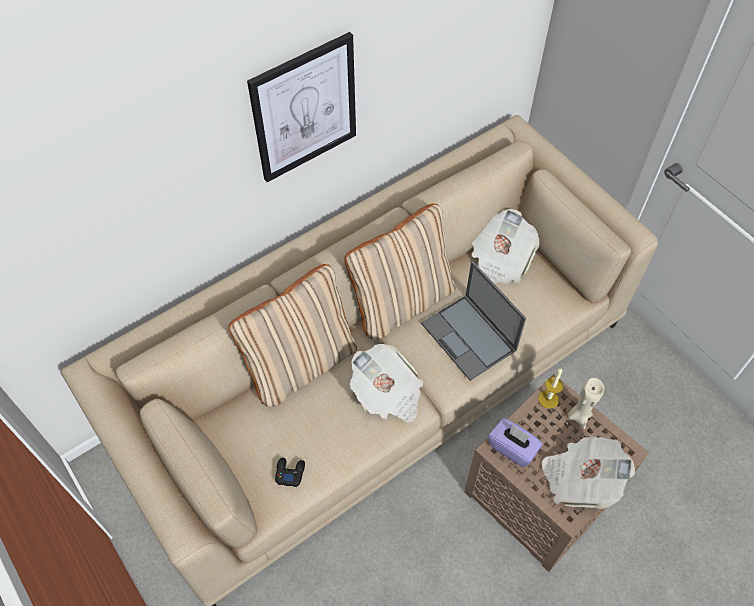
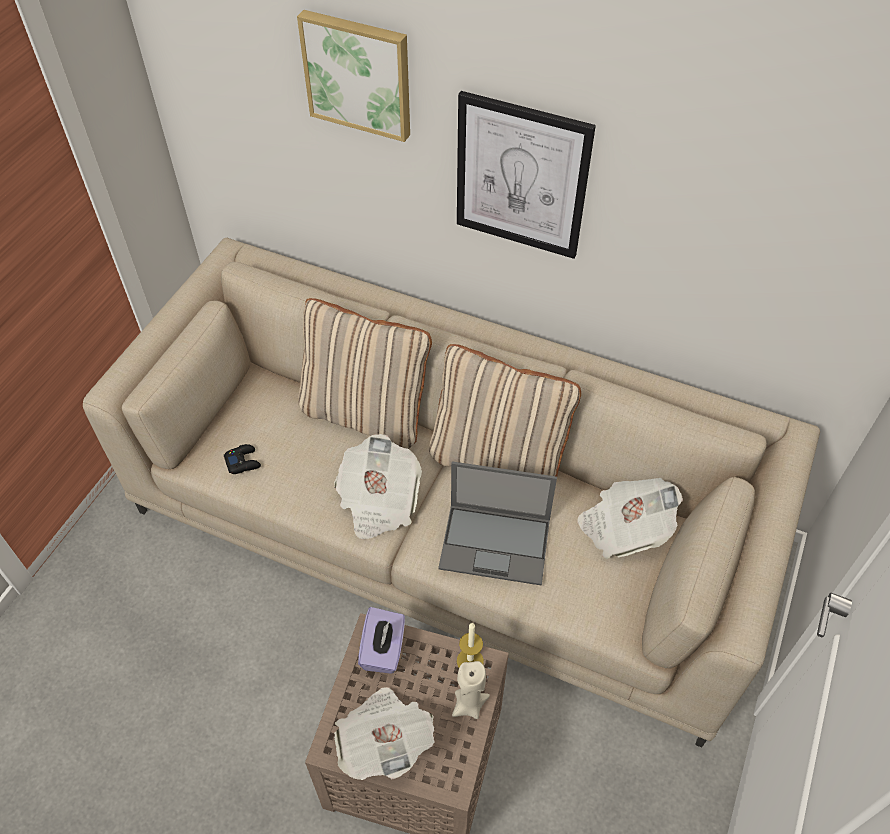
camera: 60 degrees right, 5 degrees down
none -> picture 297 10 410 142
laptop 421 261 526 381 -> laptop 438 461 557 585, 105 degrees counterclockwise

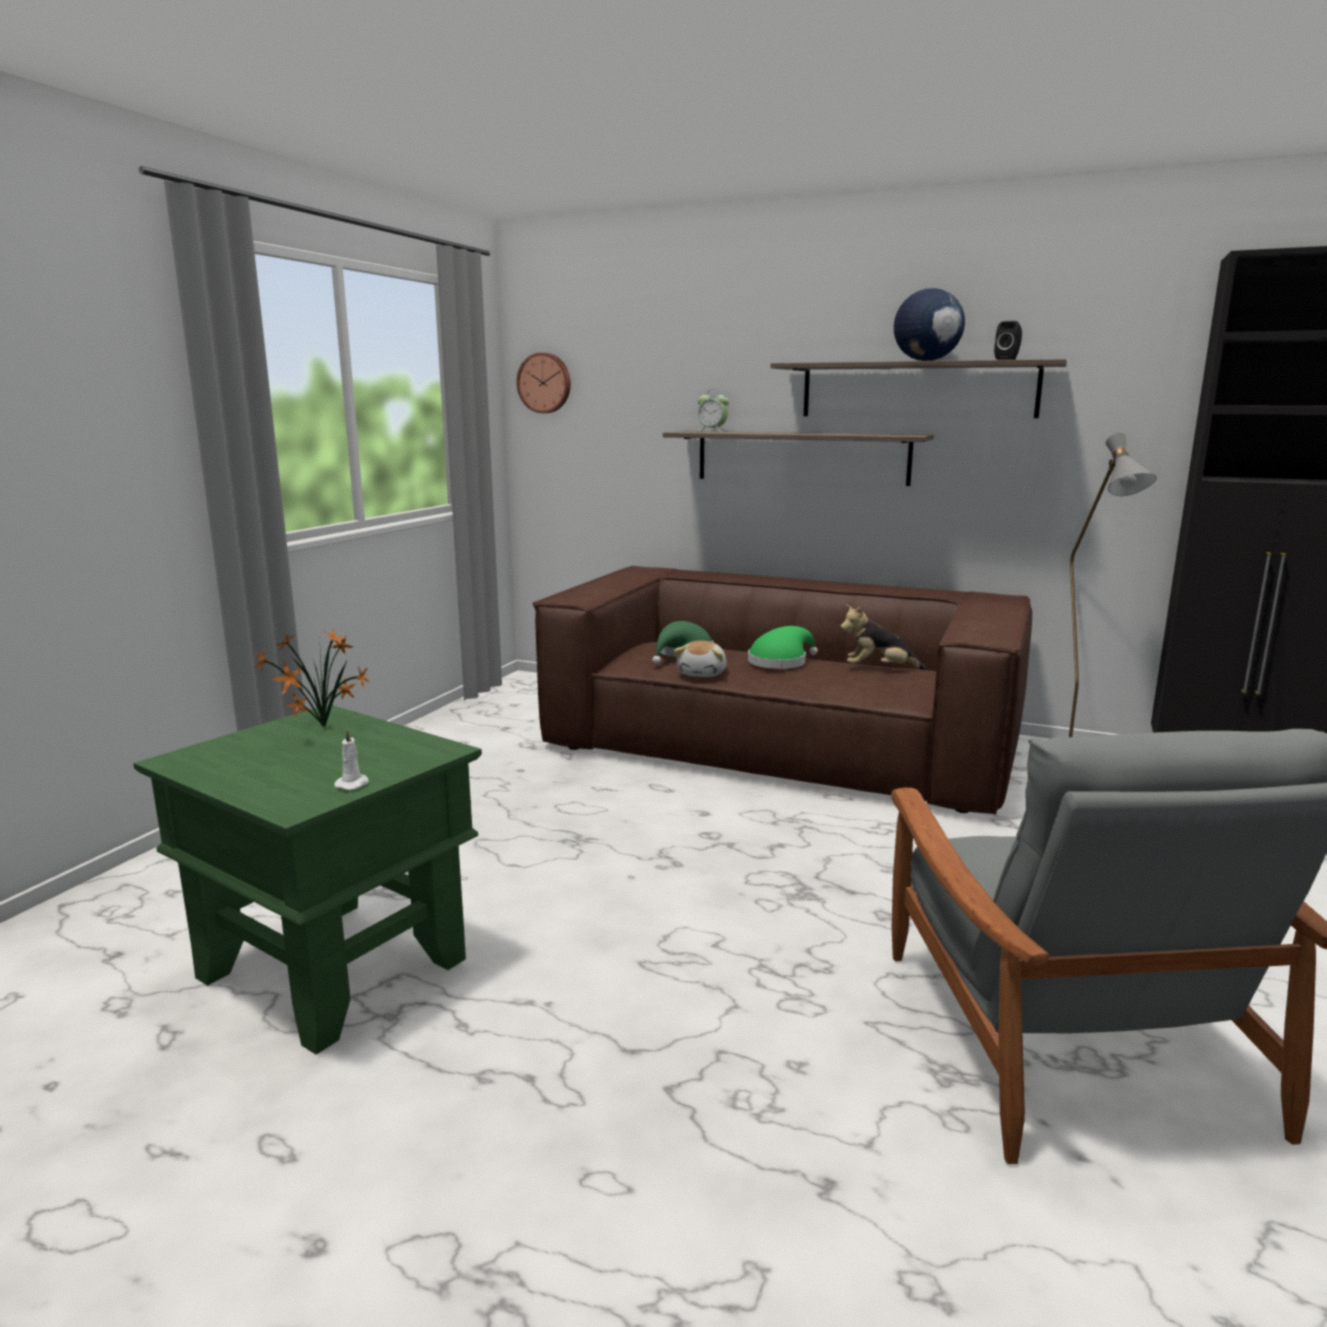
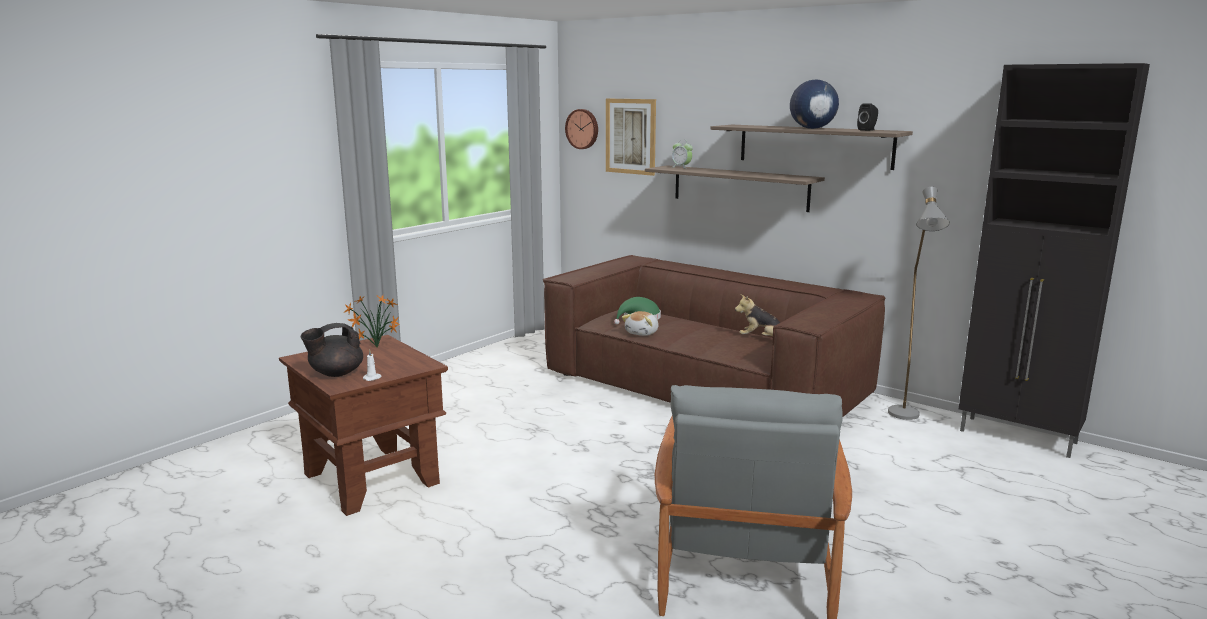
camera: 15 degrees right, 0 degrees up
hat in green 748 626 818 669 -> none
none -> teapot in black 301 323 363 377
none -> picture 606 99 656 176
side table in green 133 704 482 1055 -> side table in brown 279 335 448 516

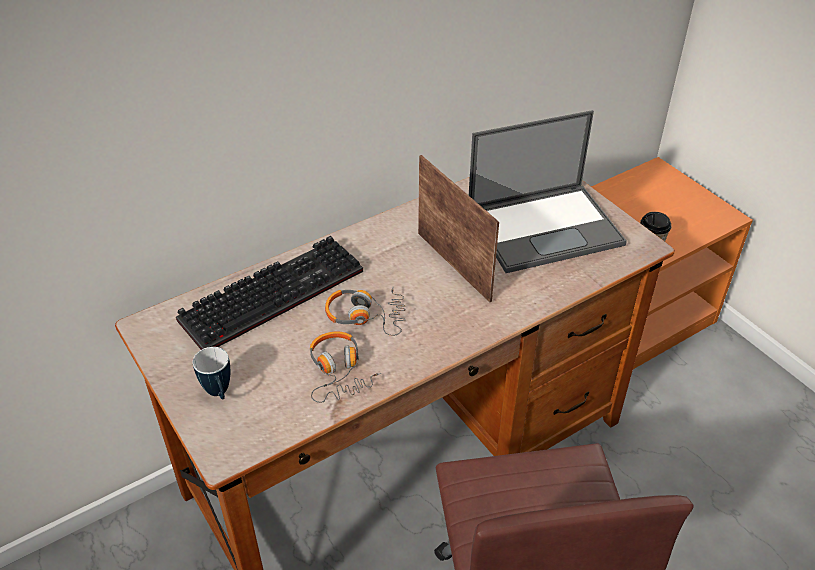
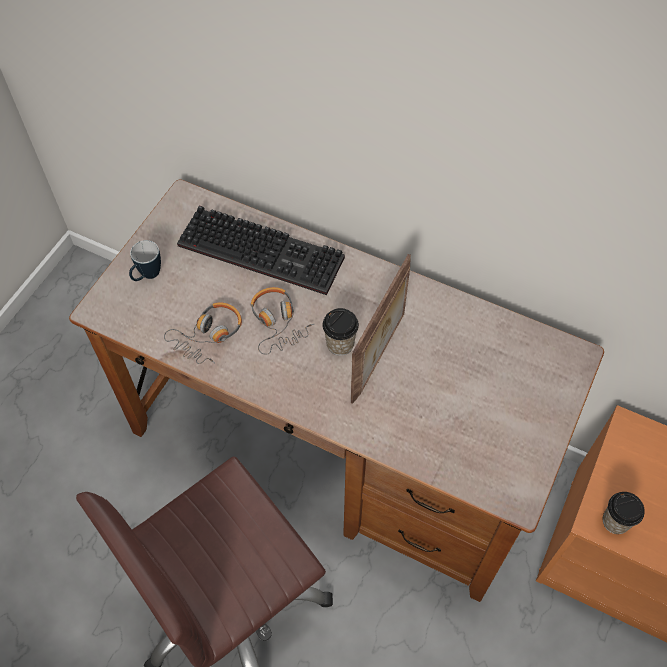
camera: 60 degrees right, 15 degrees up
laptop 469 110 627 273 -> none
none -> cup 322 308 359 356

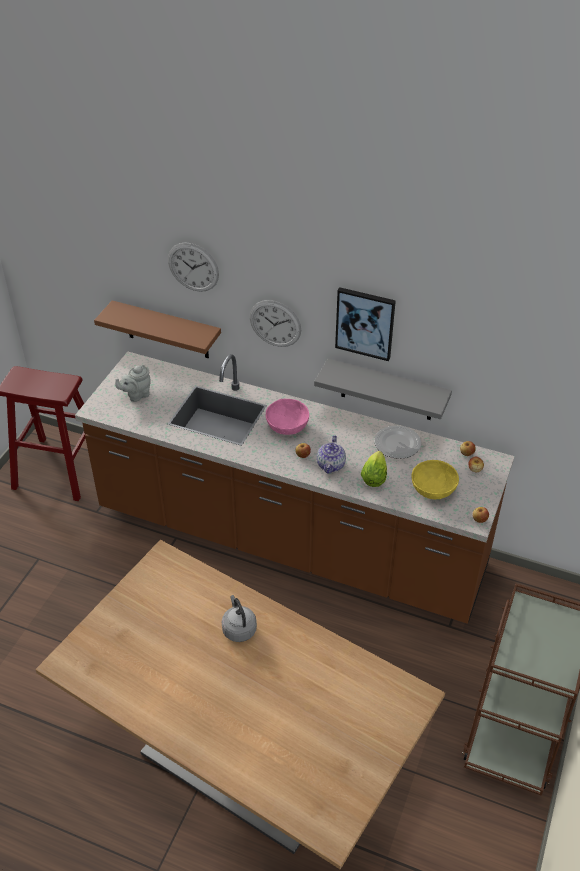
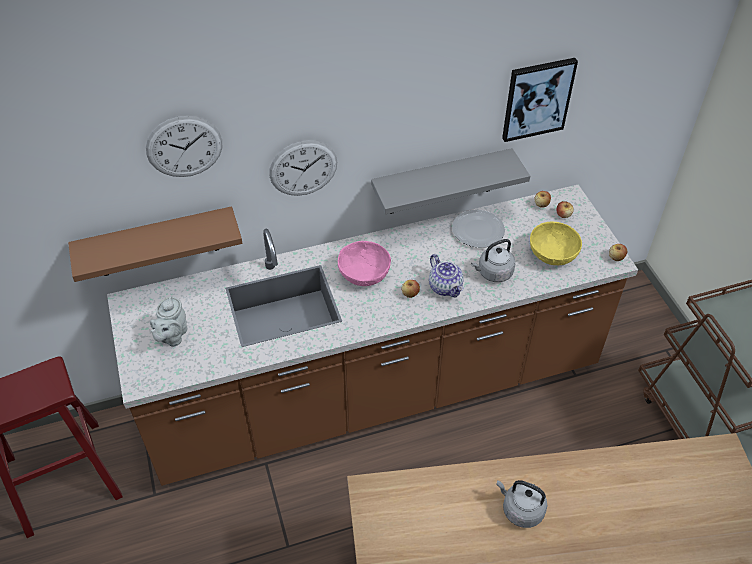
camera: 40 degrees left, 5 degrees up
picture 335 287 396 361 -> picture 502 58 578 142, move
lettuce 361 451 387 487 -> kettle in grey 471 239 515 282

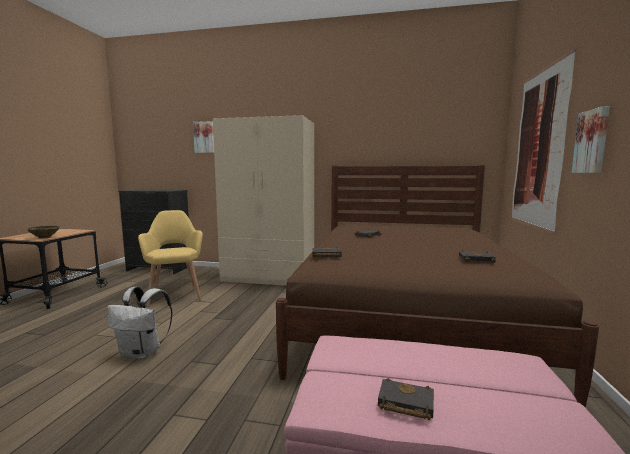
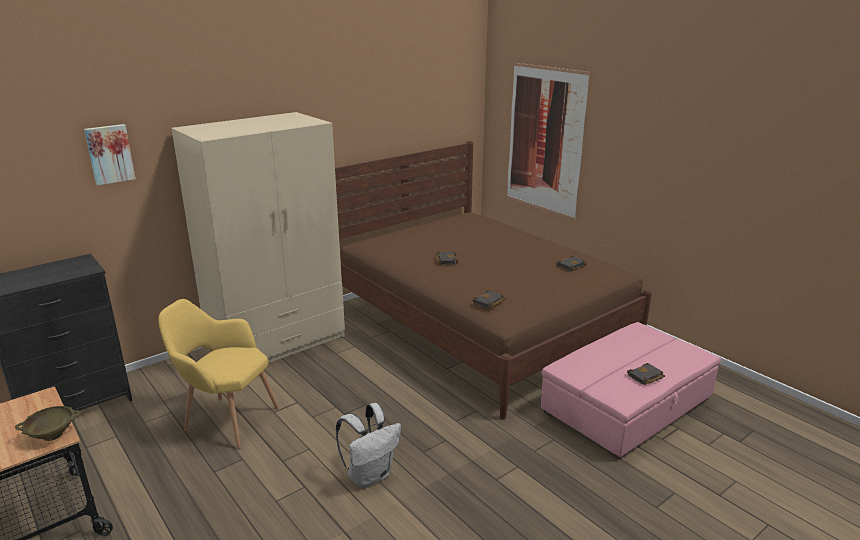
camera: 50 degrees left, 15 degrees up
picture 572 106 610 173 -> none

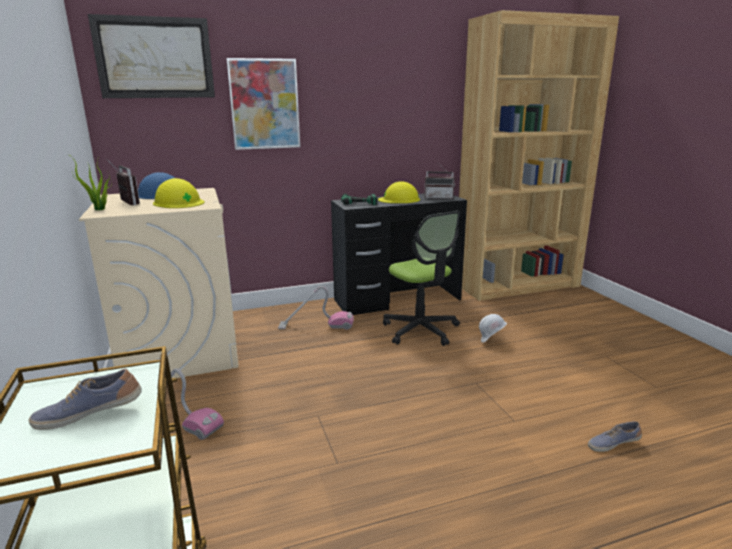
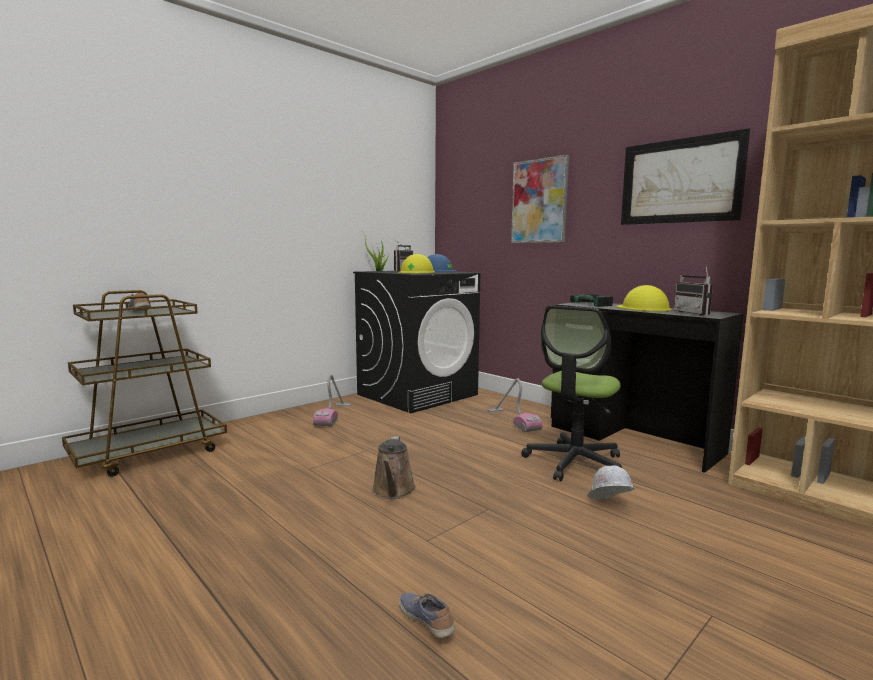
camera: 65 degrees right, 10 degrees down
none -> watering can in brown 372 436 416 499
picture 88 14 215 98 -> picture 621 128 750 225, move
washing machine in beige 79 188 239 378 -> washing machine in black 353 271 480 413

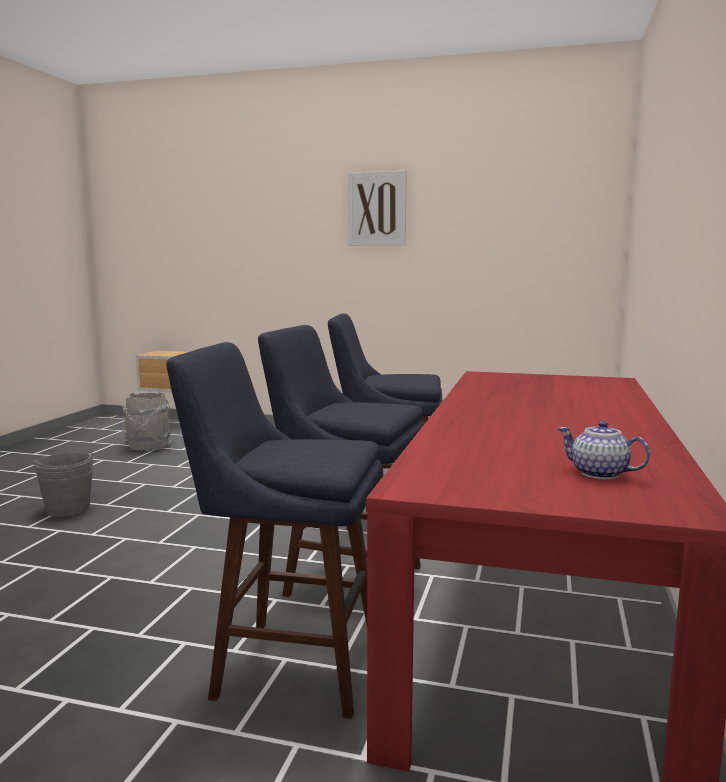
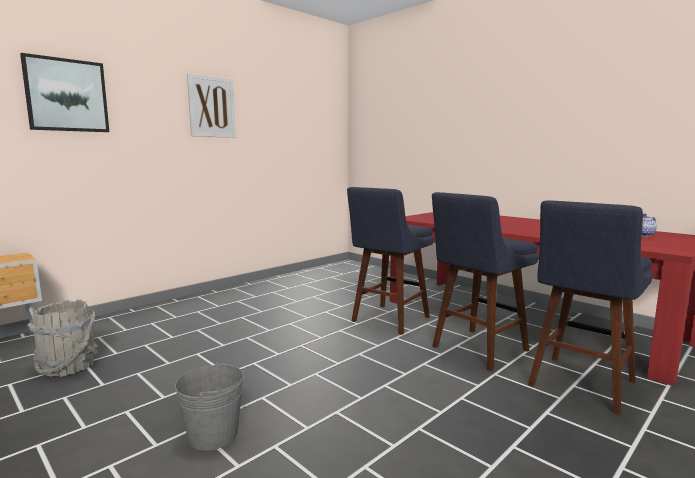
camera: 60 degrees left, 0 degrees up
none -> picture 20 53 109 132

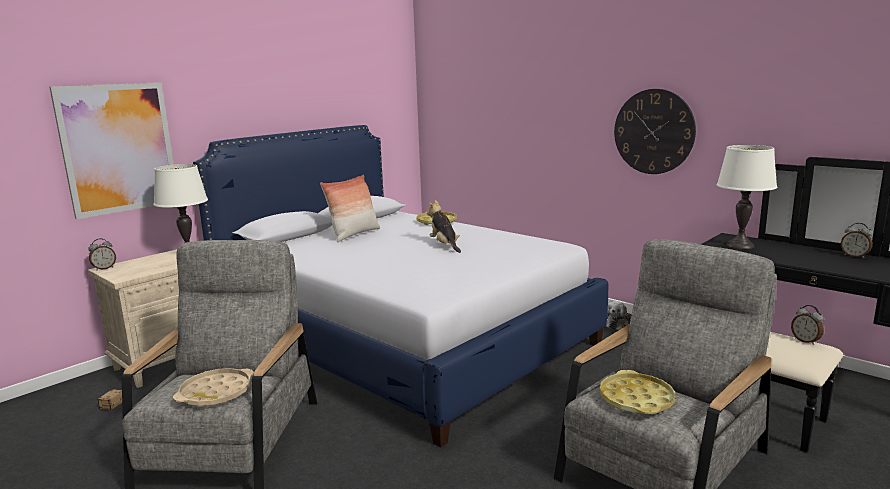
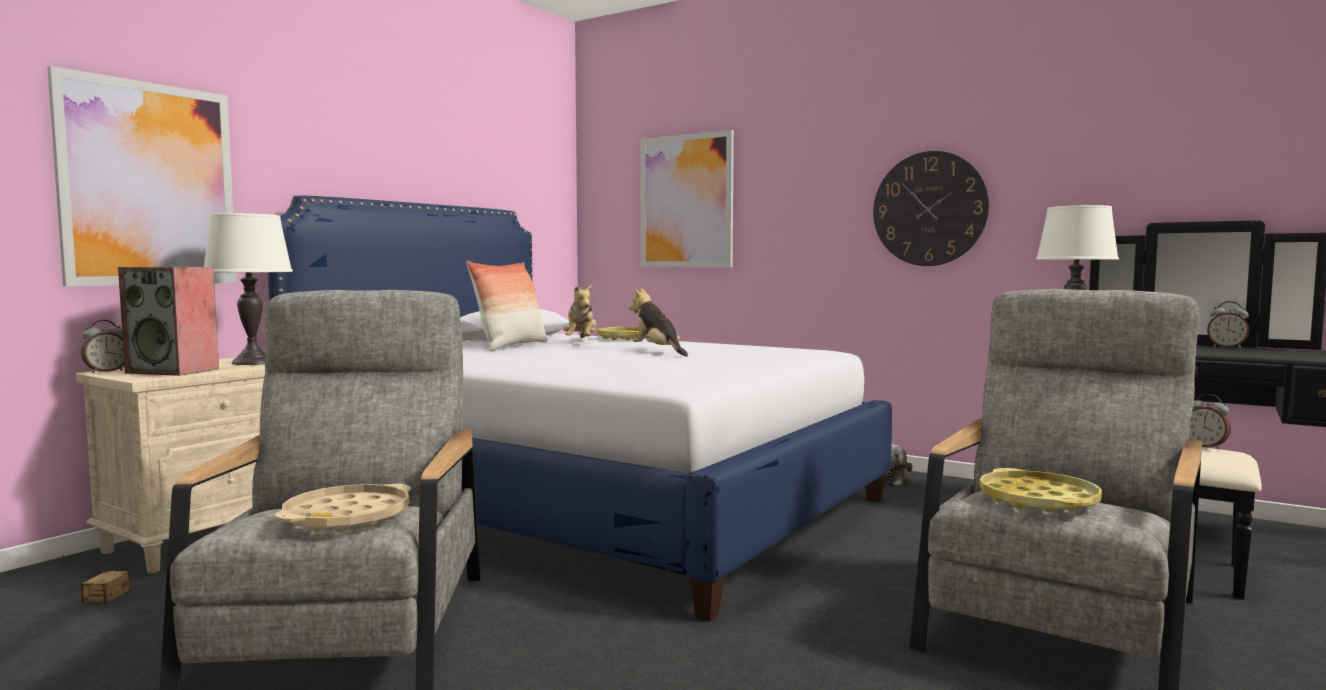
camera: 10 degrees left, 10 degrees down
none -> speaker 118 267 219 376
none -> plush toy 563 284 597 338
none -> picture 640 130 734 267

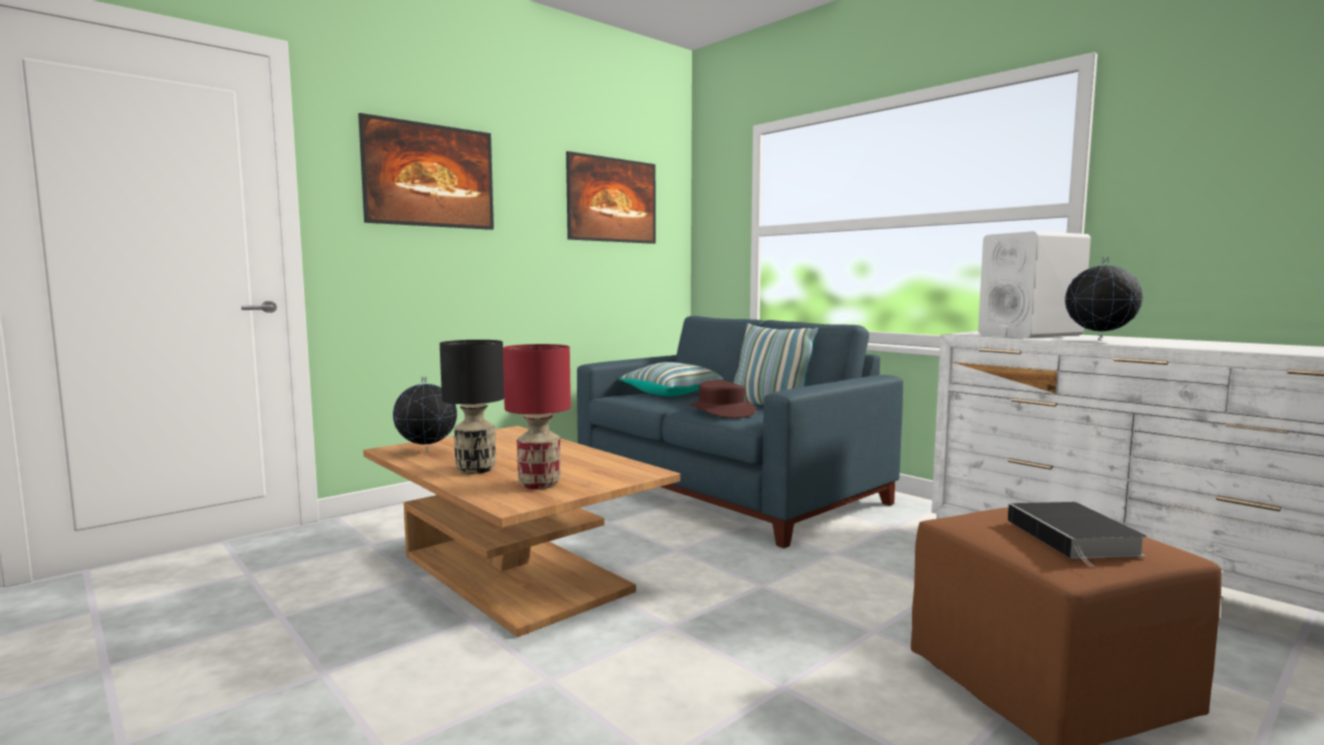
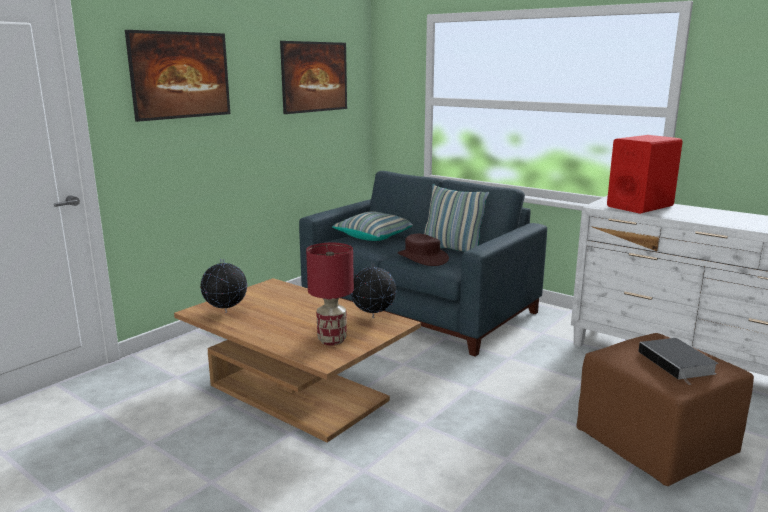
camera: 10 degrees left, 10 degrees up
table lamp in black 440 340 504 474 -> none
globe 1065 257 1143 341 -> globe 351 262 396 318, move
speaker in white 978 231 1091 338 -> speaker in red 607 135 683 214

